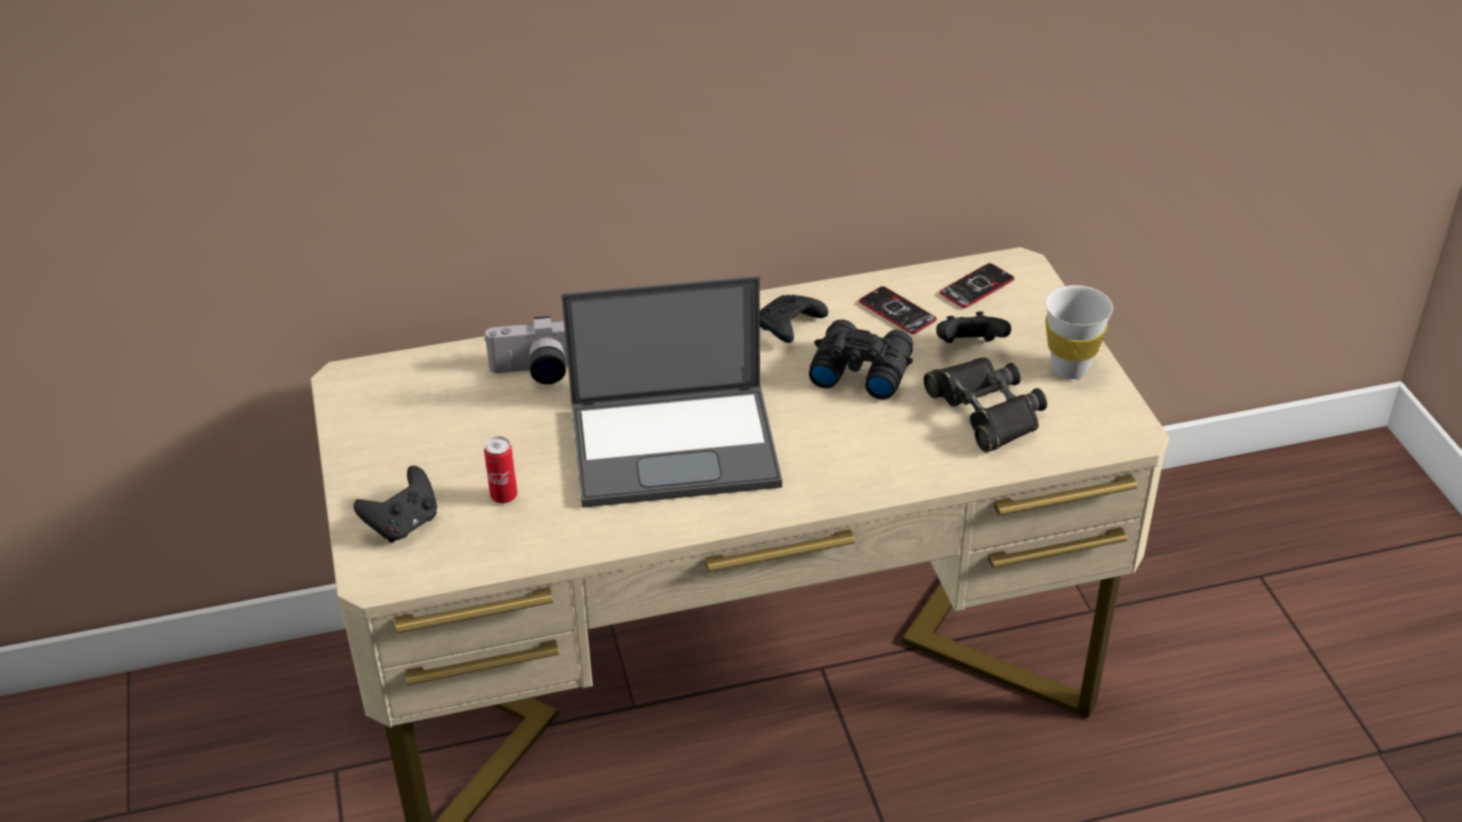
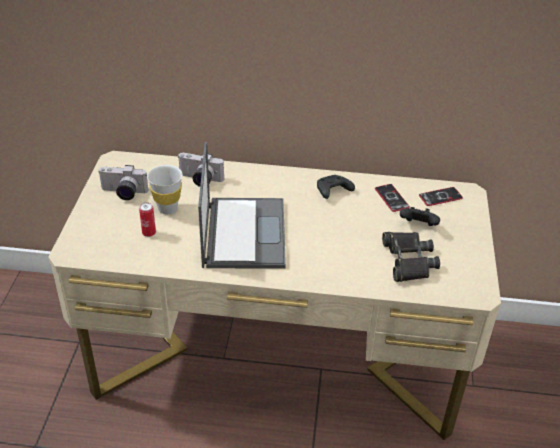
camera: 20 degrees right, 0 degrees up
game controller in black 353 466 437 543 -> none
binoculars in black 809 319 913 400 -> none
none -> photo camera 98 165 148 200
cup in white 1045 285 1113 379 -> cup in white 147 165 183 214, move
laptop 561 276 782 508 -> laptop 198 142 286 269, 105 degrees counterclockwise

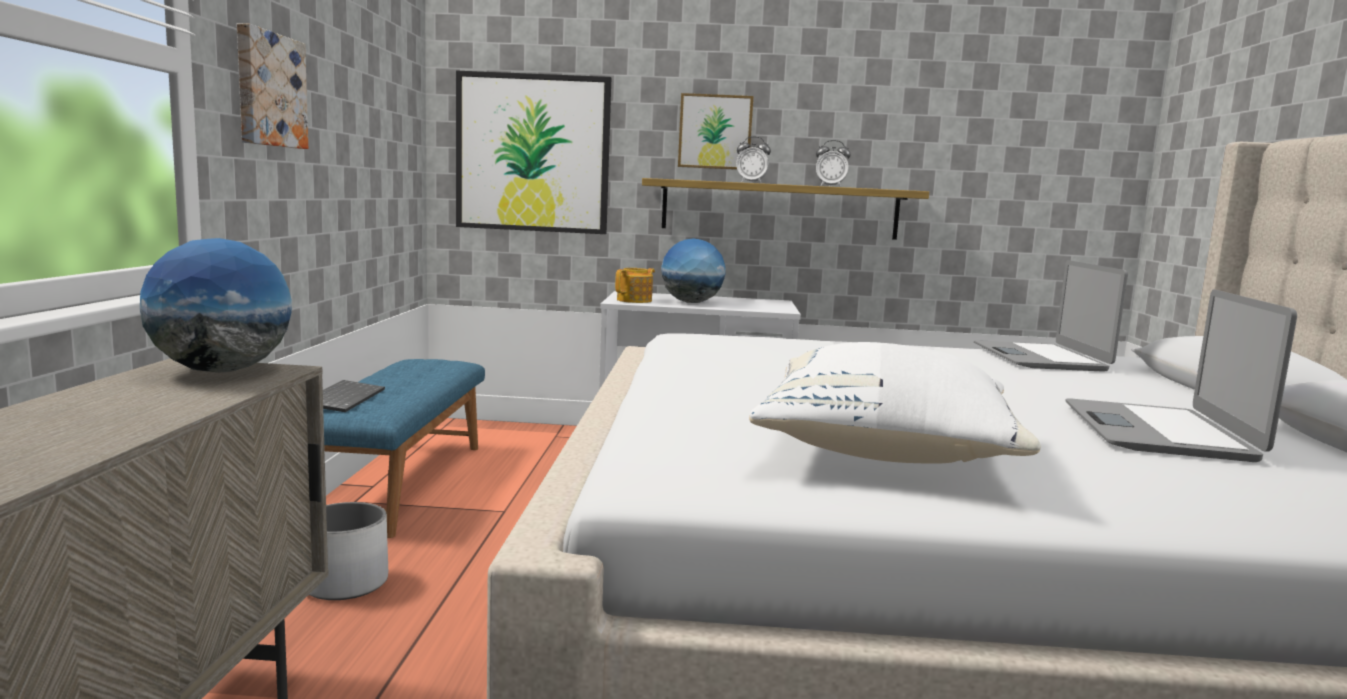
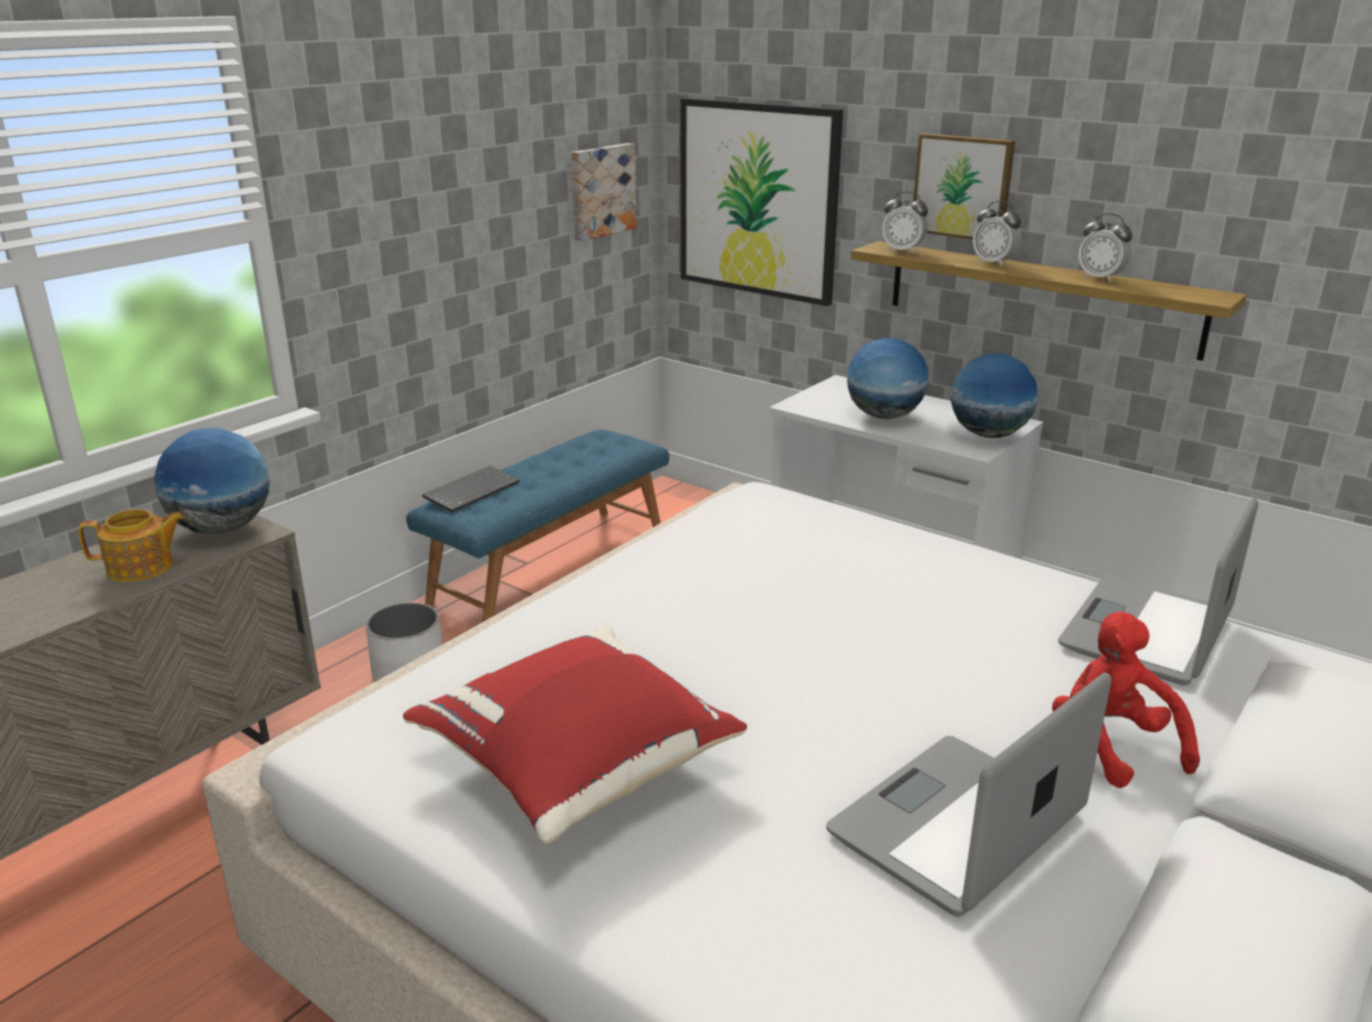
camera: 35 degrees right, 15 degrees up
none -> alarm clock 882 191 928 254
none -> globe 951 354 1037 438
none -> plush toy in red 1052 612 1200 788
picture 237 23 308 149 -> picture 572 143 637 241, move
teapot 615 268 655 303 -> teapot 78 509 185 582, move
pillow in white 749 342 1041 464 -> pillow in red 403 626 747 843

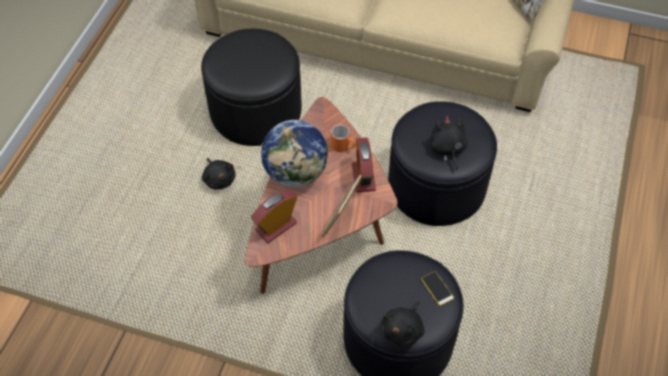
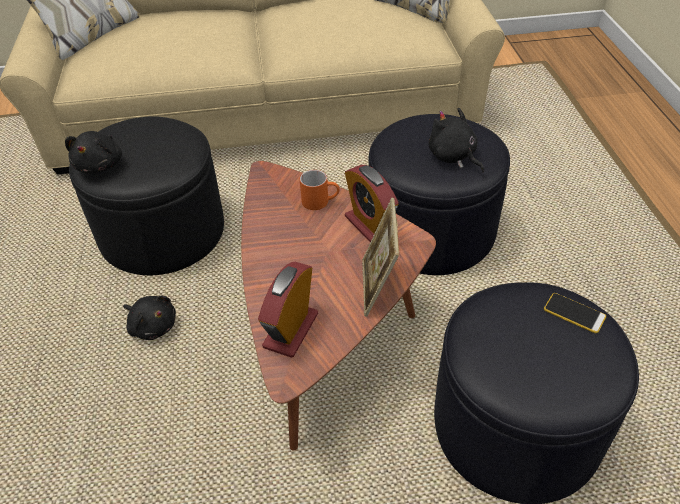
camera: 25 degrees left, 10 degrees down
globe 261 120 328 187 -> none
plush toy in black 381 301 425 346 -> plush toy in black 65 131 122 174, move

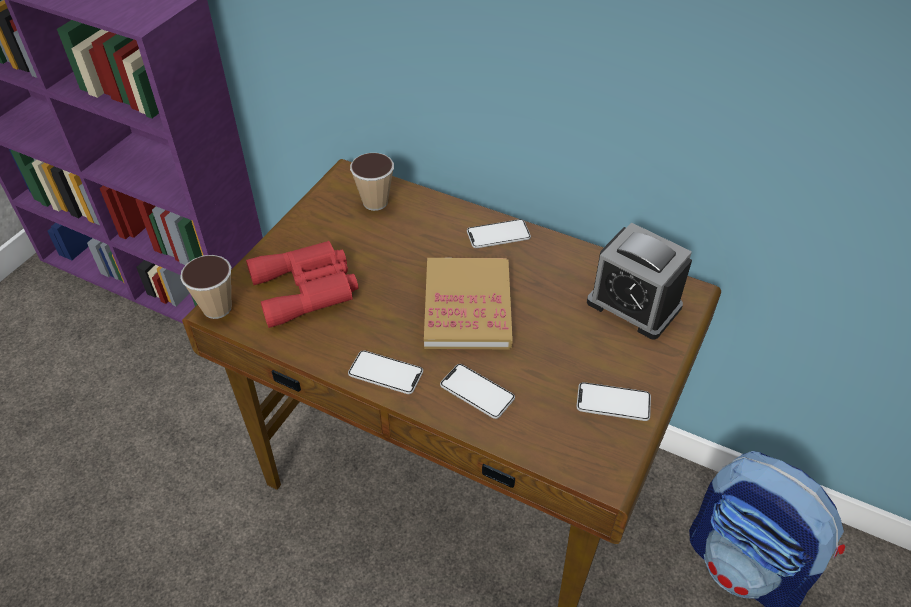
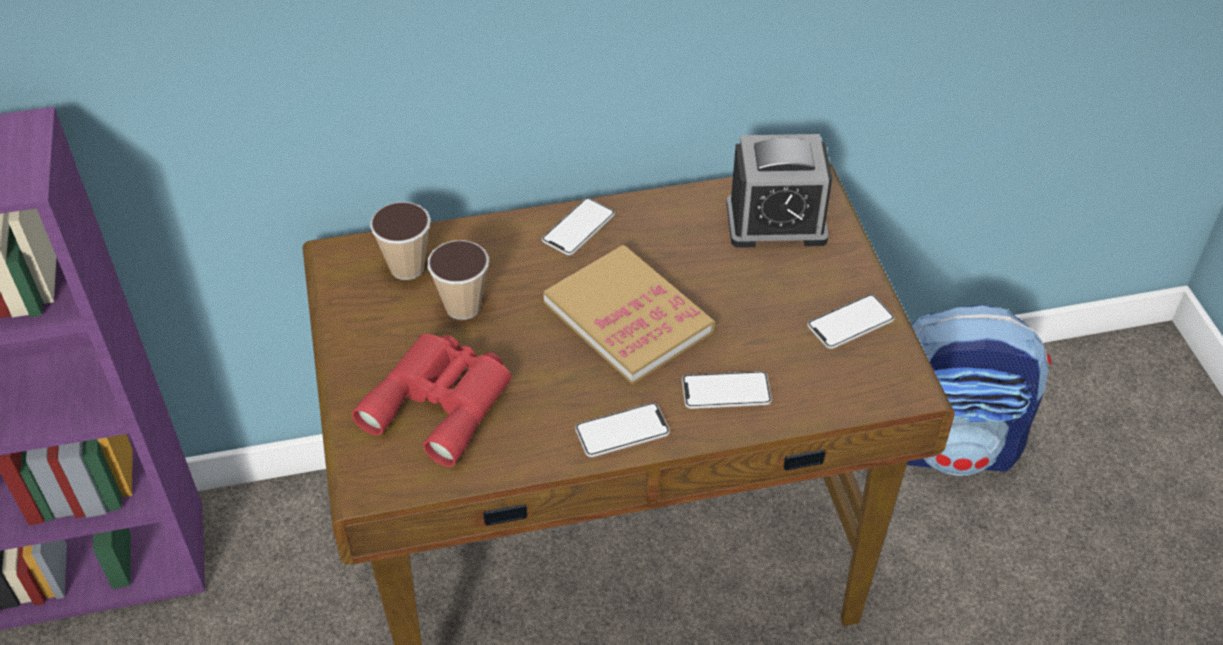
camera: 40 degrees left, 0 degrees up
cup 180 255 231 319 -> cup 427 240 489 320, move

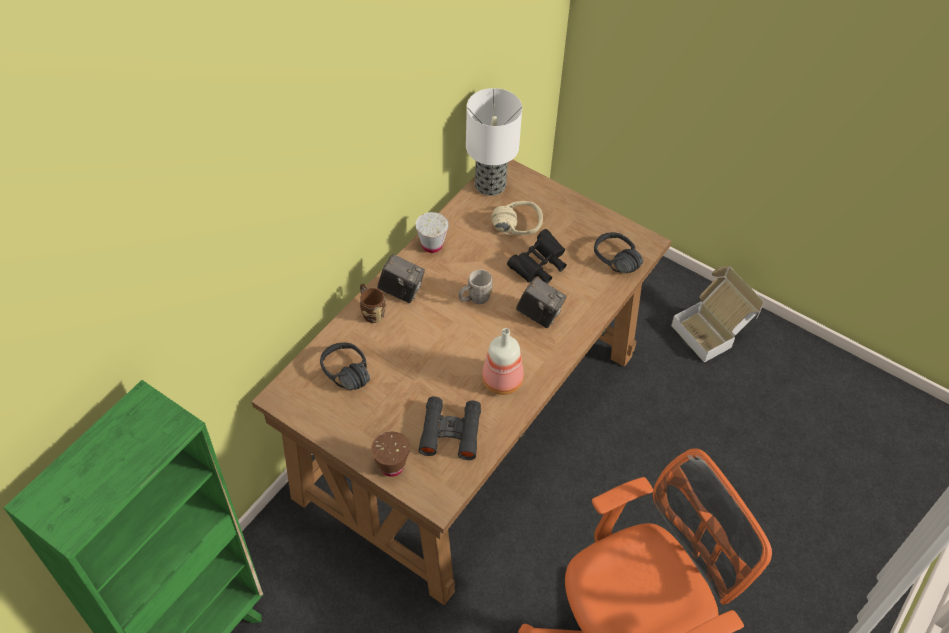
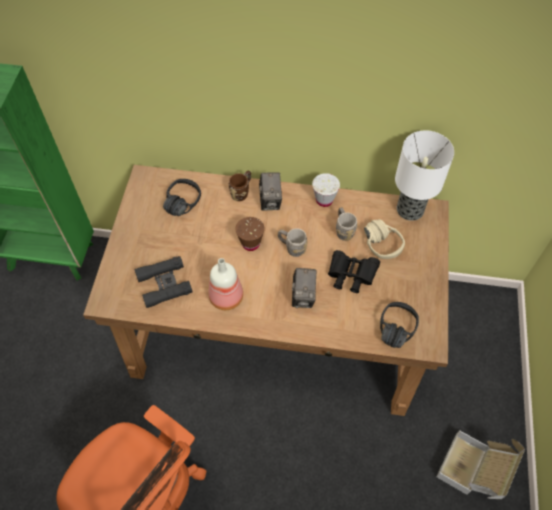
camera: 65 degrees right, 5 degrees up
none -> mug in grey 336 207 358 241
cup in brown 371 431 410 477 -> cup in brown 236 217 265 251, move

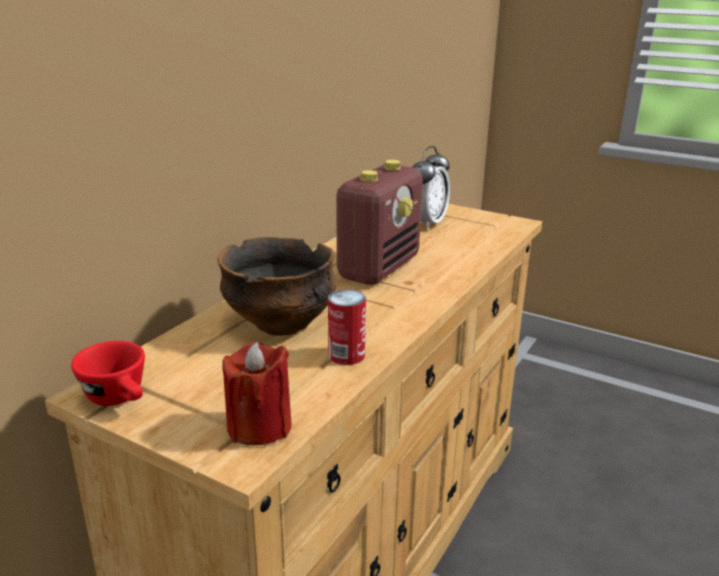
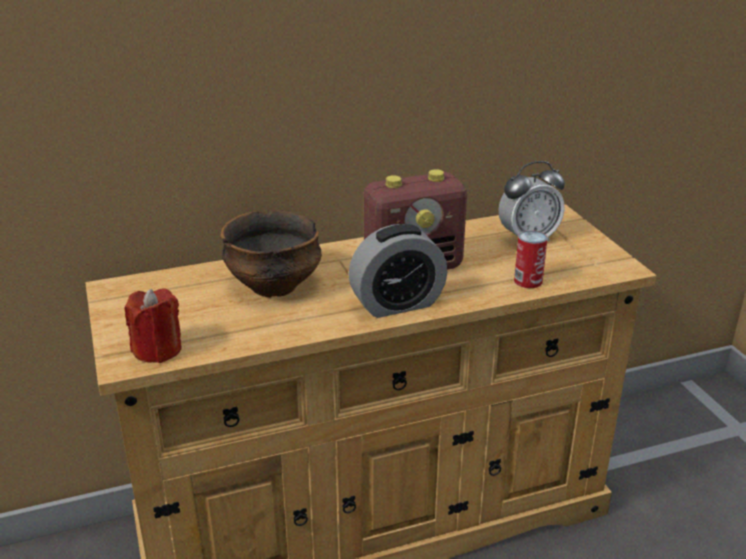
camera: 40 degrees right, 5 degrees up
cup in red 71 341 145 406 -> none
none -> alarm clock 348 224 447 318
can 328 290 366 365 -> can 514 230 548 288, move

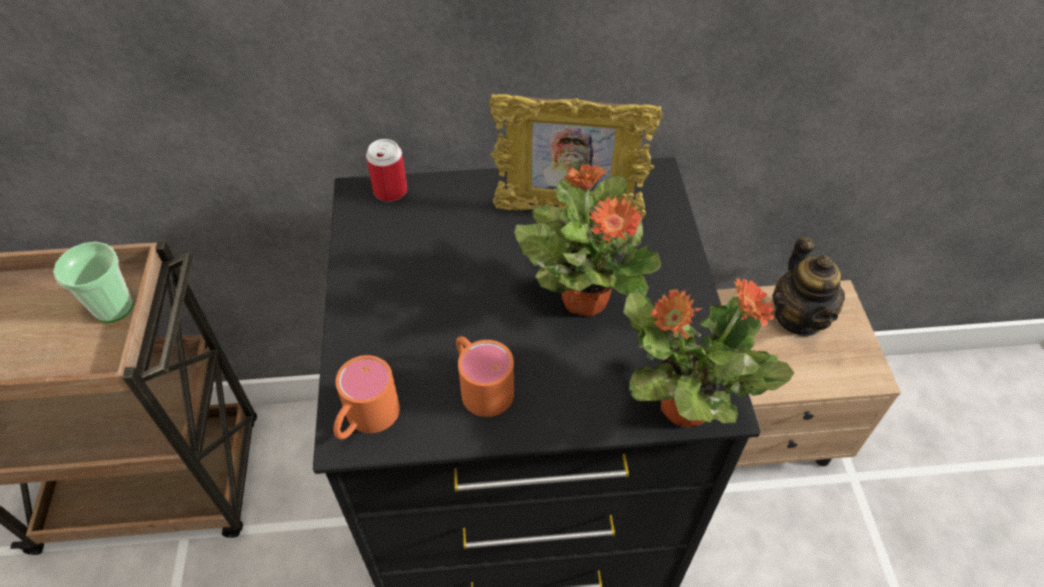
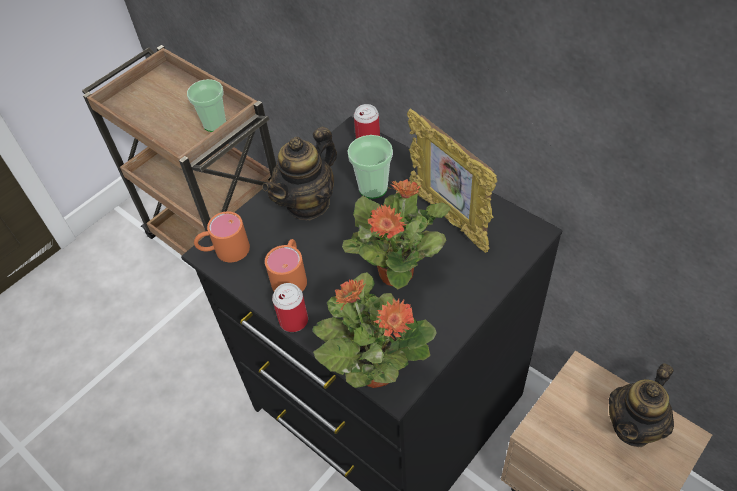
camera: 50 degrees right, 0 degrees up
none -> teapot 262 127 337 220
none -> can 272 283 308 332
none -> cup 347 135 393 199

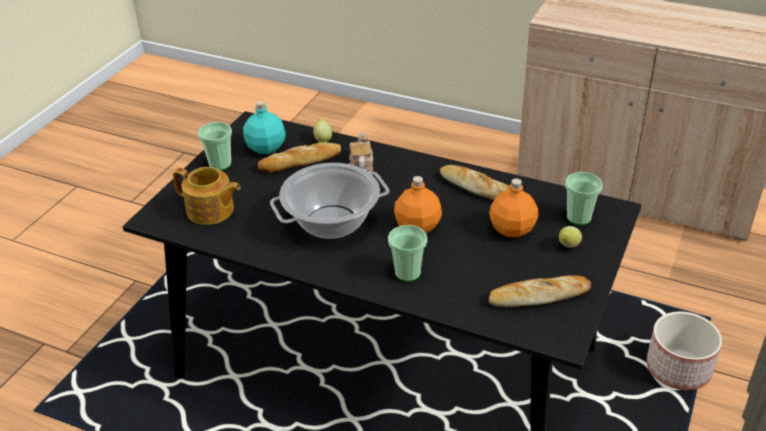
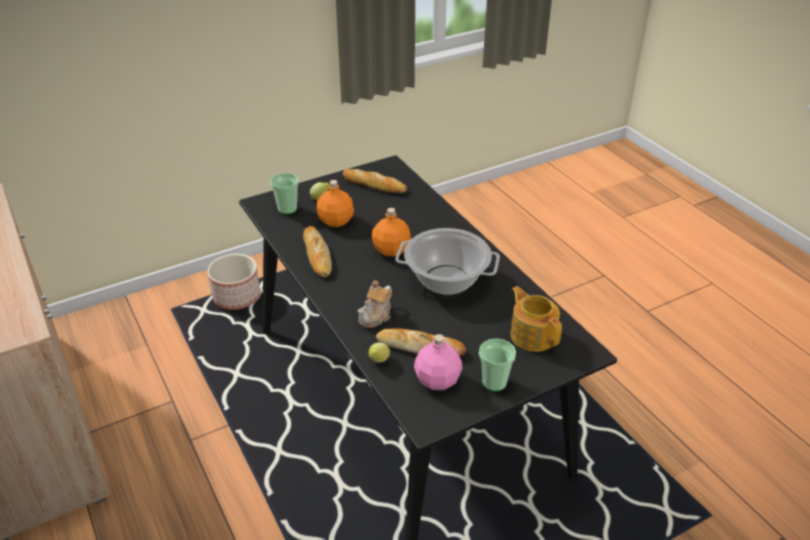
camera: 145 degrees left, 0 degrees up
cup 388 225 427 282 -> none
bottle in turquoise 243 101 286 154 -> bottle in pink 414 334 462 390

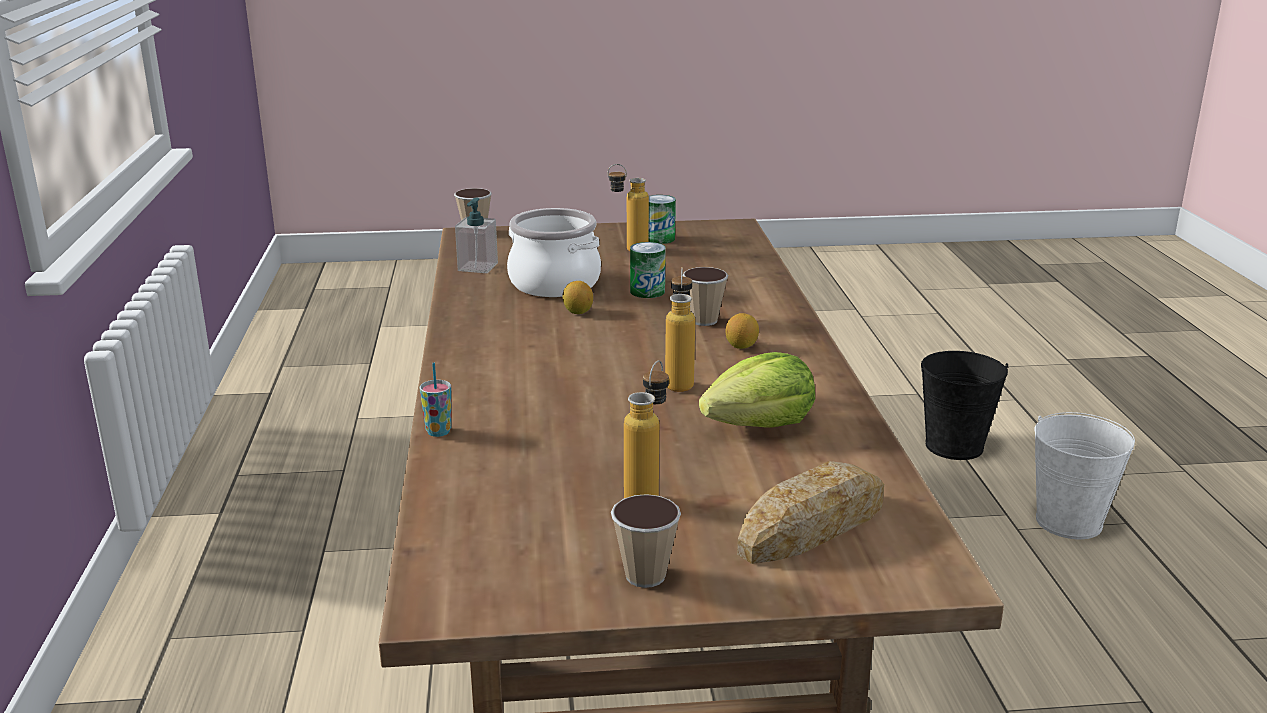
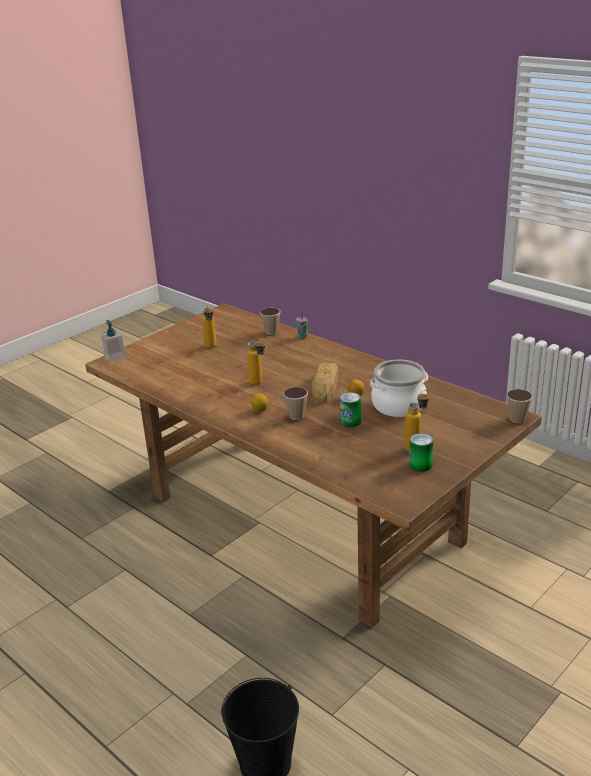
camera: 140 degrees right, 5 degrees up
lettuce 699 352 815 428 -> none
bucket in white 1034 412 1135 539 -> none
soap dispenser 455 198 498 273 -> soap dispenser 101 320 126 362, move
cup 611 494 681 588 -> cup 260 308 281 335, move
bread 737 461 884 564 -> bread 311 363 338 405, move

